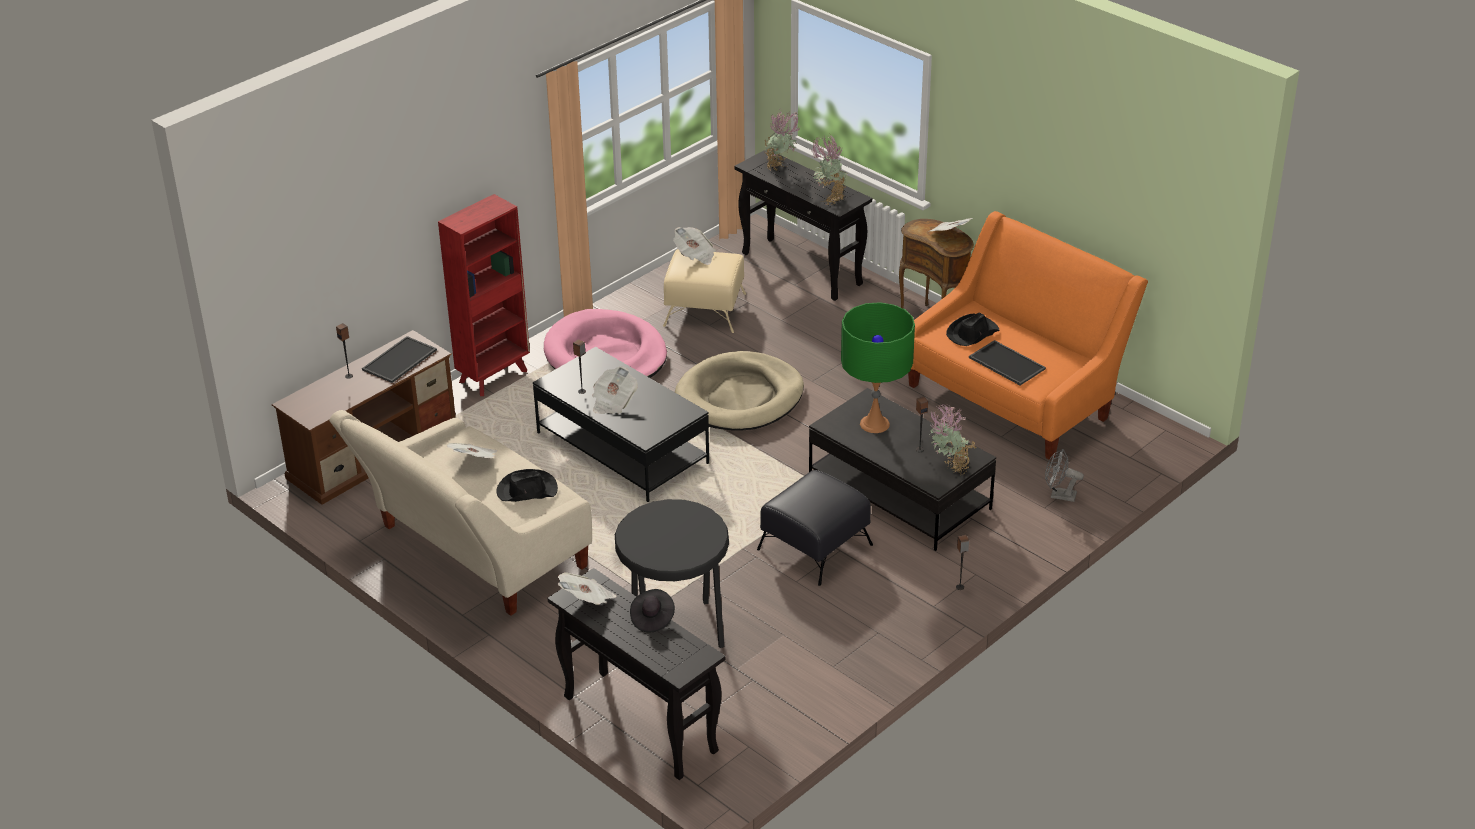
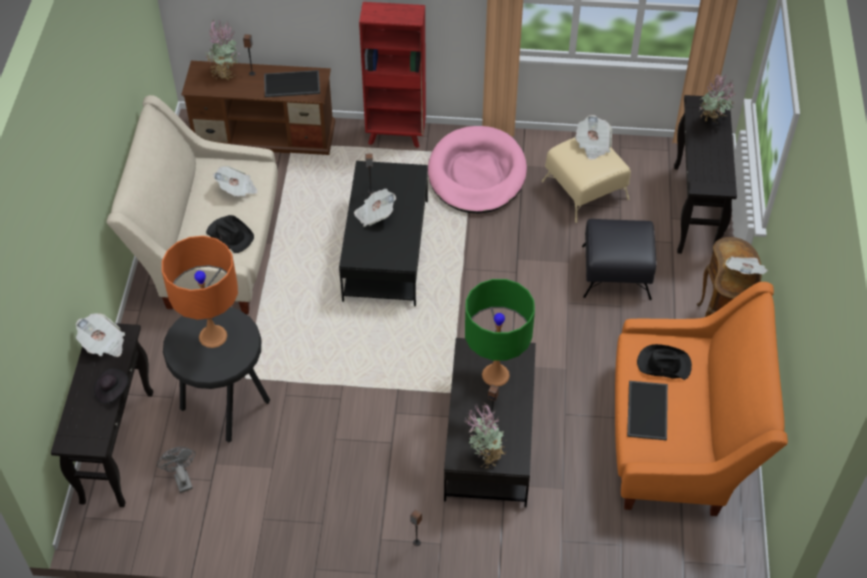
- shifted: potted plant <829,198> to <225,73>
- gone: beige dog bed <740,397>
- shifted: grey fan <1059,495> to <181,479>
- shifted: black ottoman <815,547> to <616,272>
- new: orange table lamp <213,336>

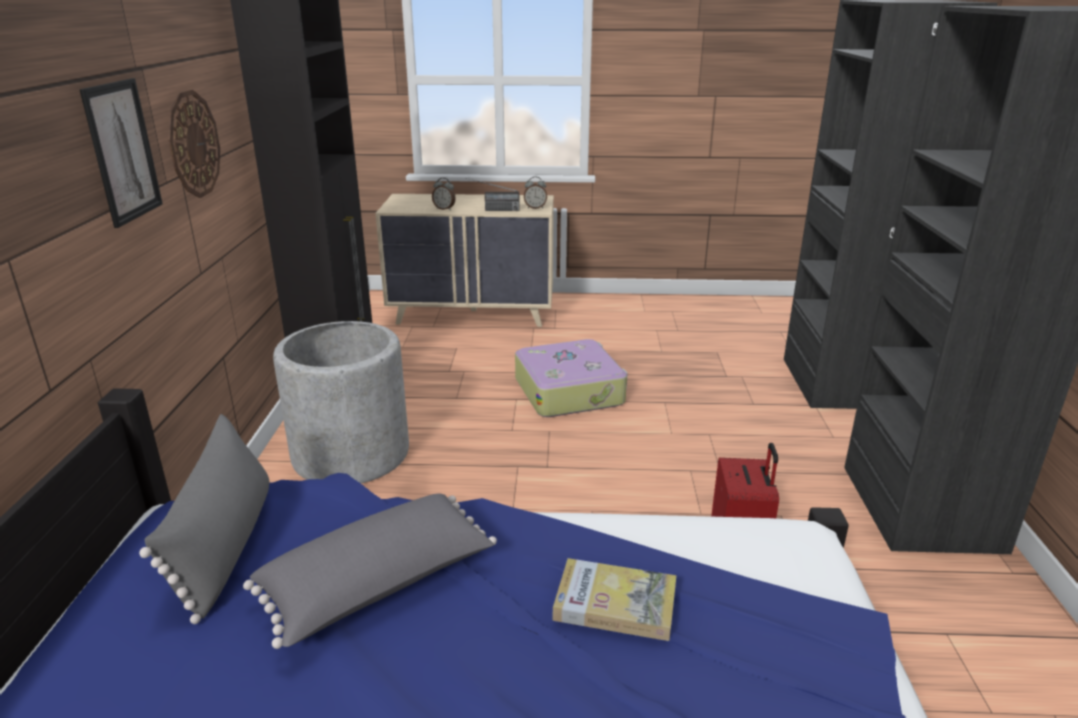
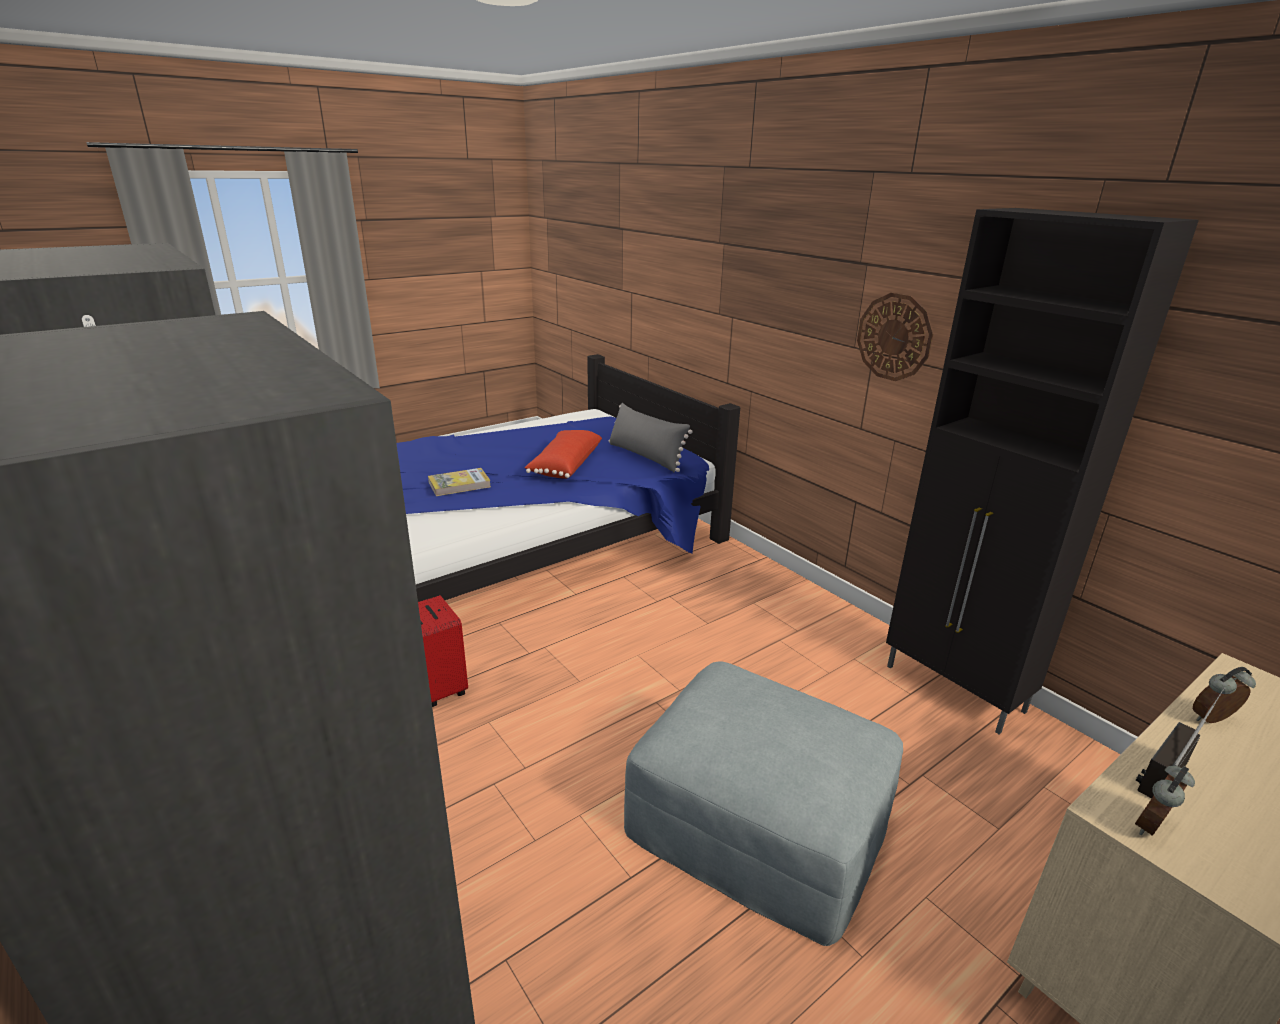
- gone: picture <122,151>
- gone: grey planter <351,454>
- swapped: suitcase <570,391> to grey ottoman <759,824>
- repainted: grey pillow <379,586> to red pillow <564,465>

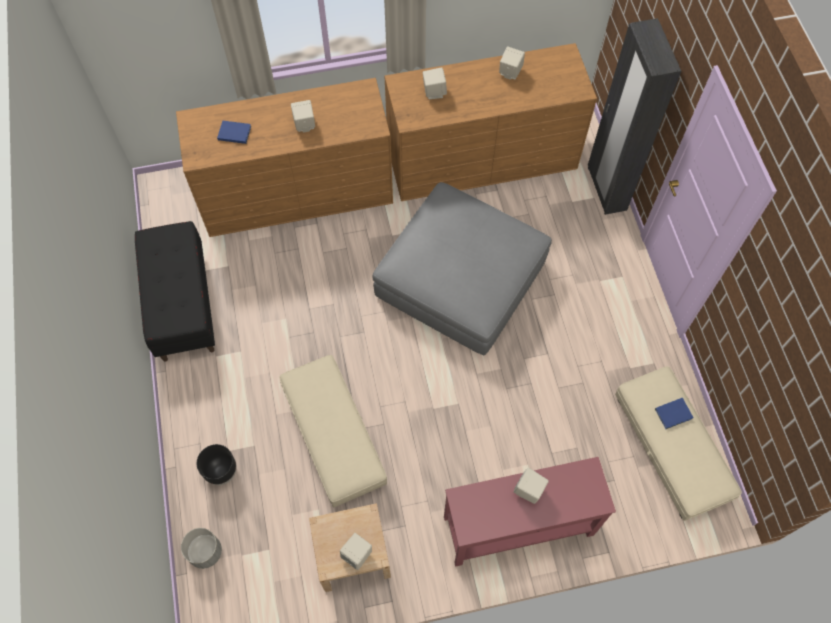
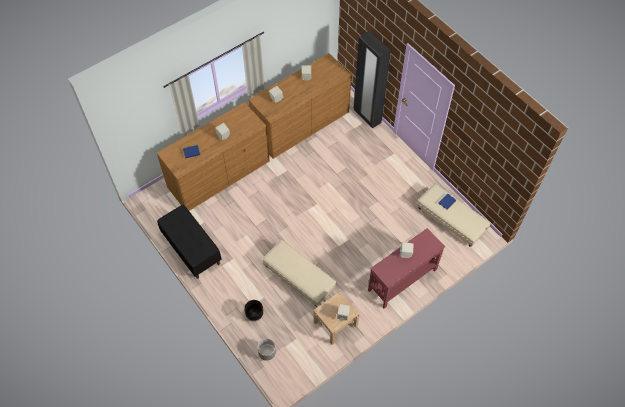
- gone: grey ottoman <461,278>

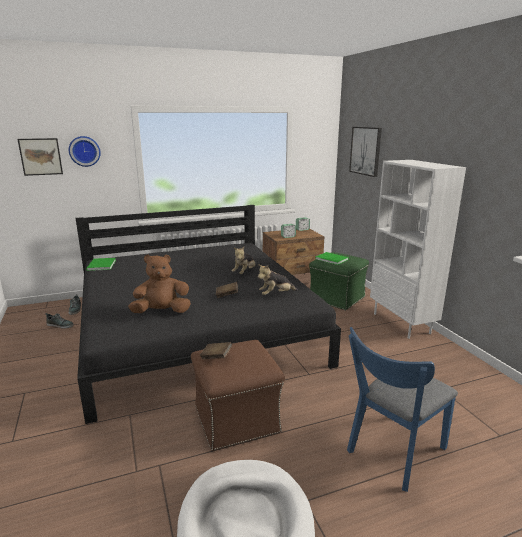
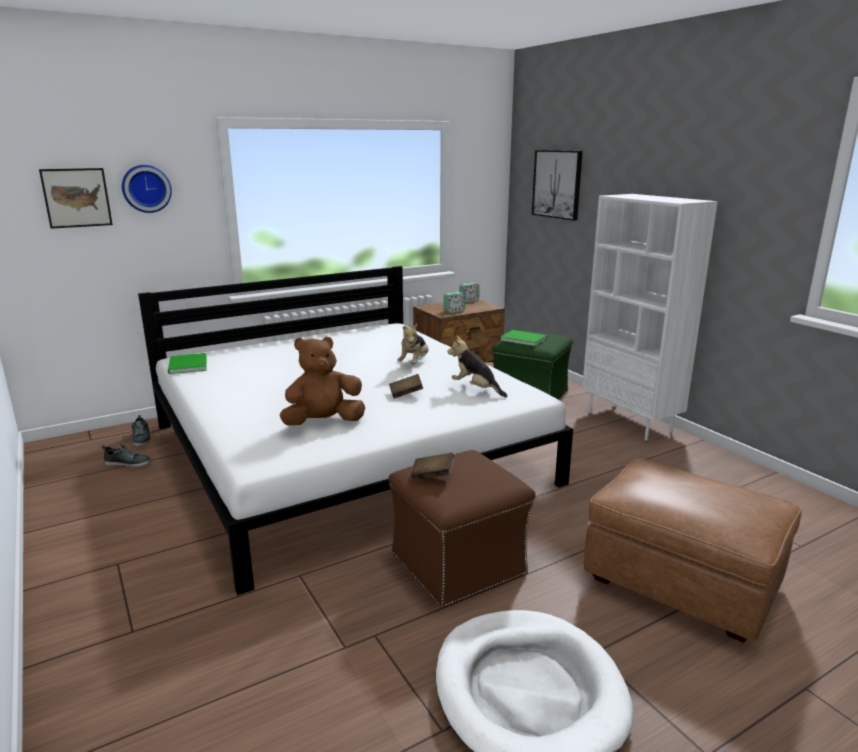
- repainted: black bed <195,330> to white bed <345,453>
- rotated: plush toy <276,294> = <476,389> 75 degrees clockwise
- swapped: blue chair <392,453> to brown ottoman <681,582>

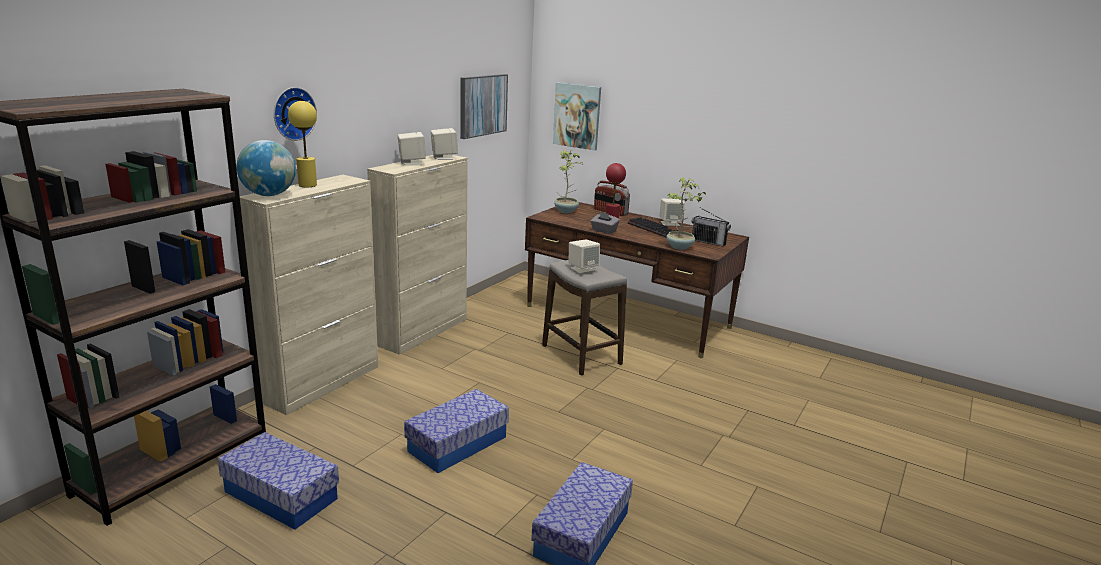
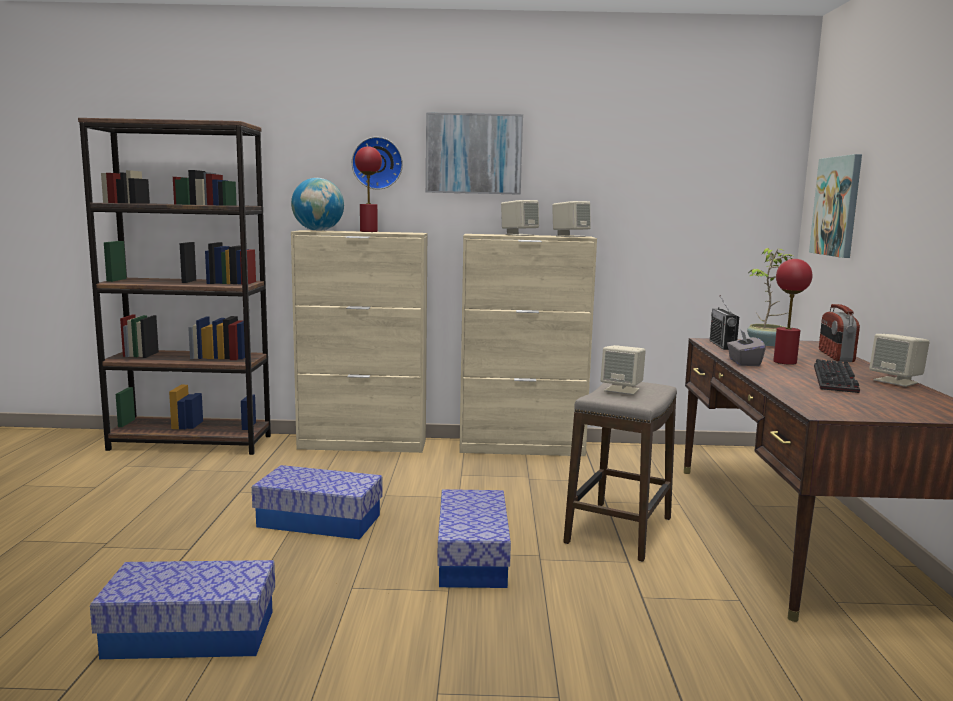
- shifted: picture <482,105> to <474,154>
- repainted: yellow table lamp <308,185> to red table lamp <369,231>
- gone: potted plant <680,247>
- shifted: radio <708,242> to <722,345>
- shifted: storage box <281,495> to <472,557>

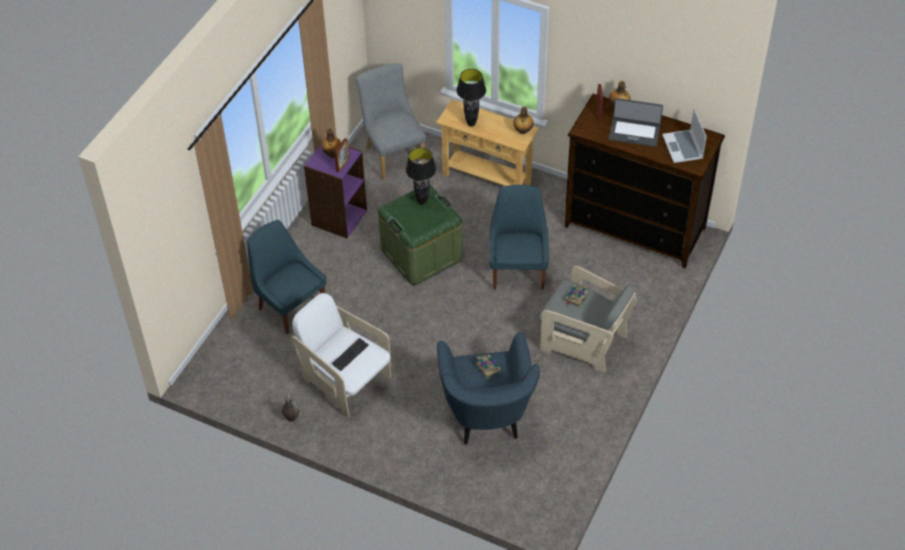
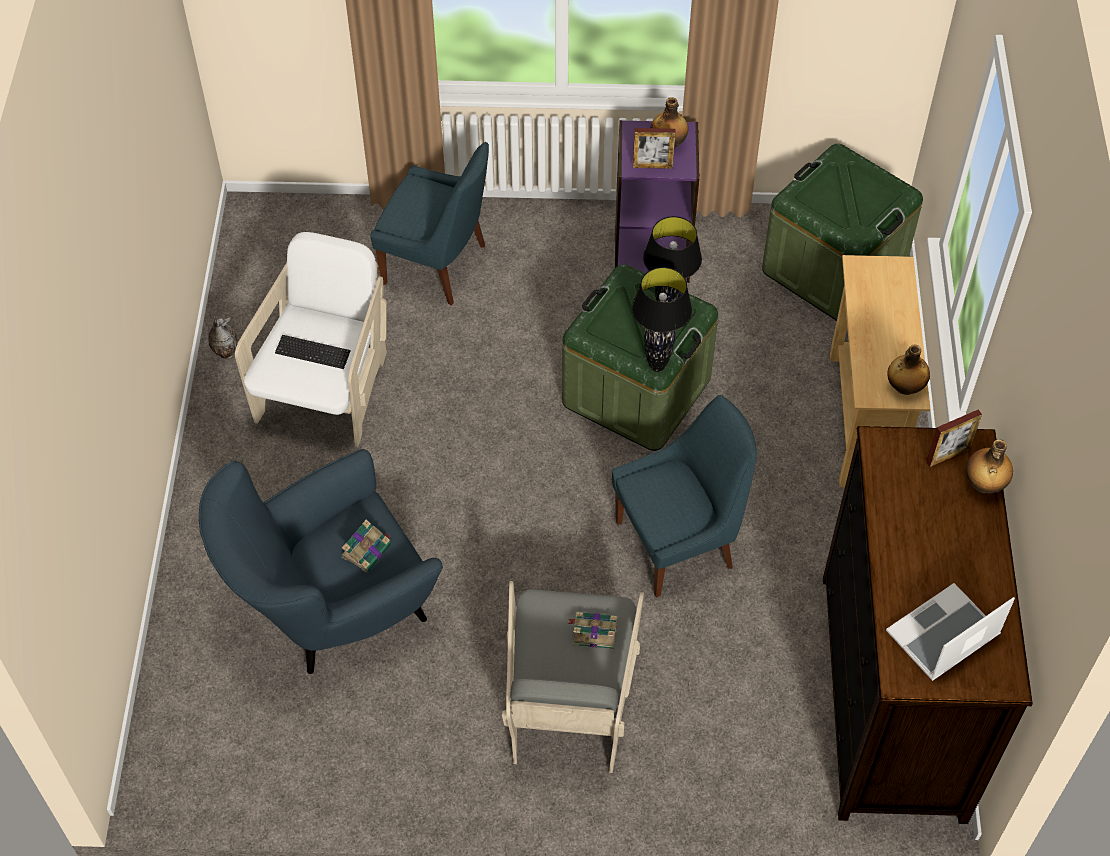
- swapped: grey chair <393,153> to green storage box <833,268>
- shifted: black table lamp <471,124> to <657,365>
- gone: laptop <634,132>
- rotated: blue chair <290,306> = <438,265> 90 degrees clockwise

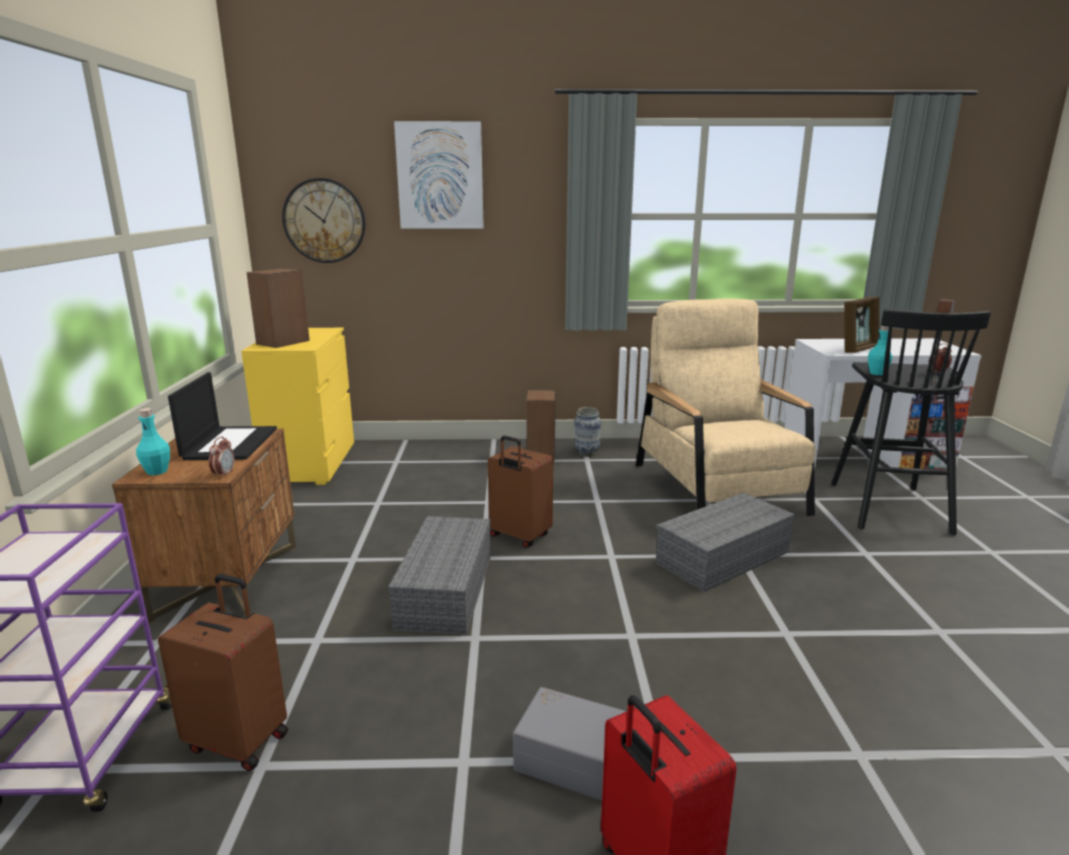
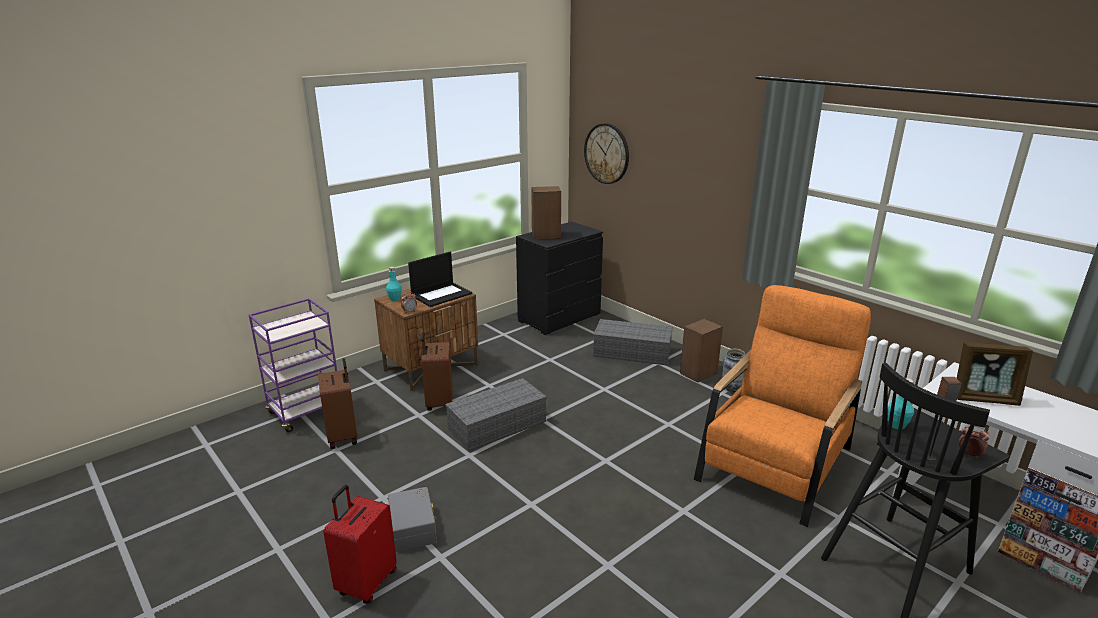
- gone: picture <440,176>
- repainted: beige armchair <718,488> to orange armchair <775,465>
- repainted: yellow dresser <311,463> to black dresser <559,318>
- shifted: brown suitcase <519,536> to <438,402>
- shifted: grey storage box <723,556> to <633,352>

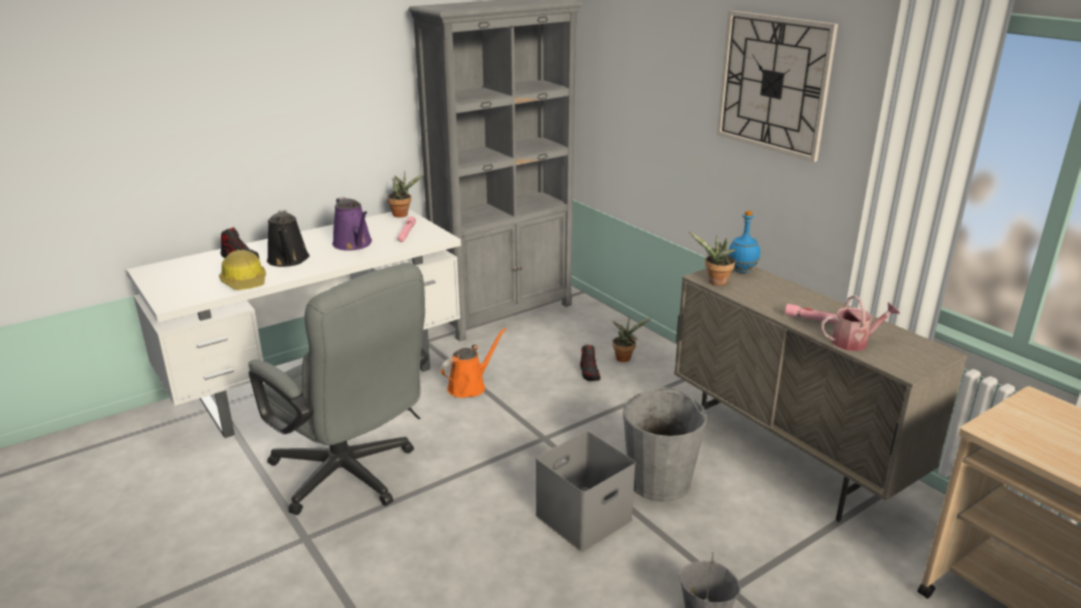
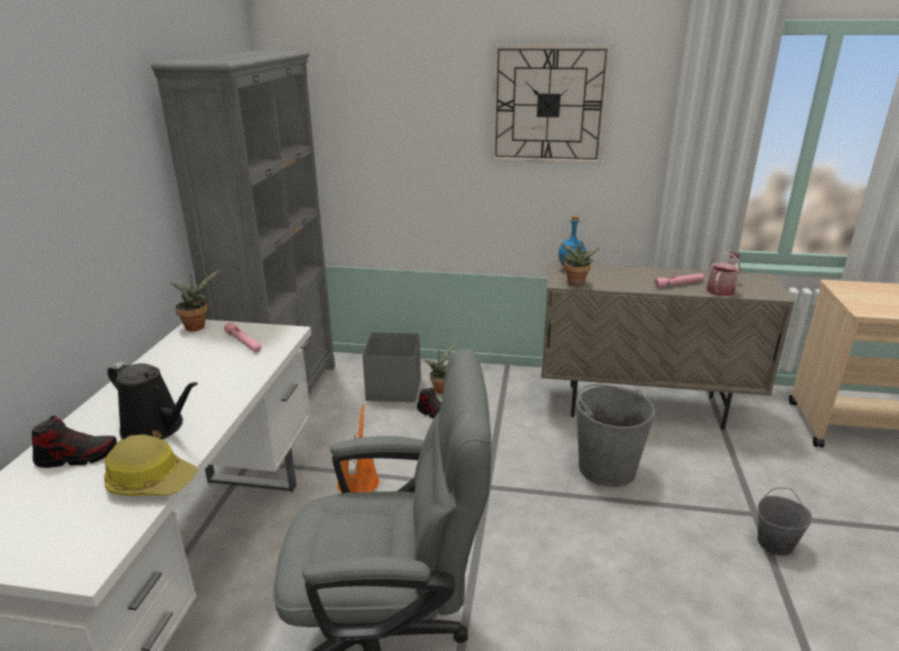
- gone: purple watering can <354,244>
- shifted: grey storage box <583,516> to <393,387>

